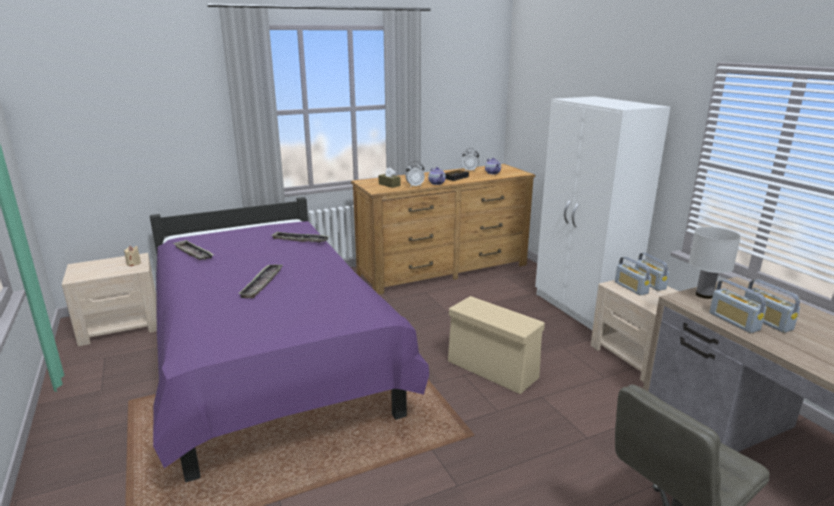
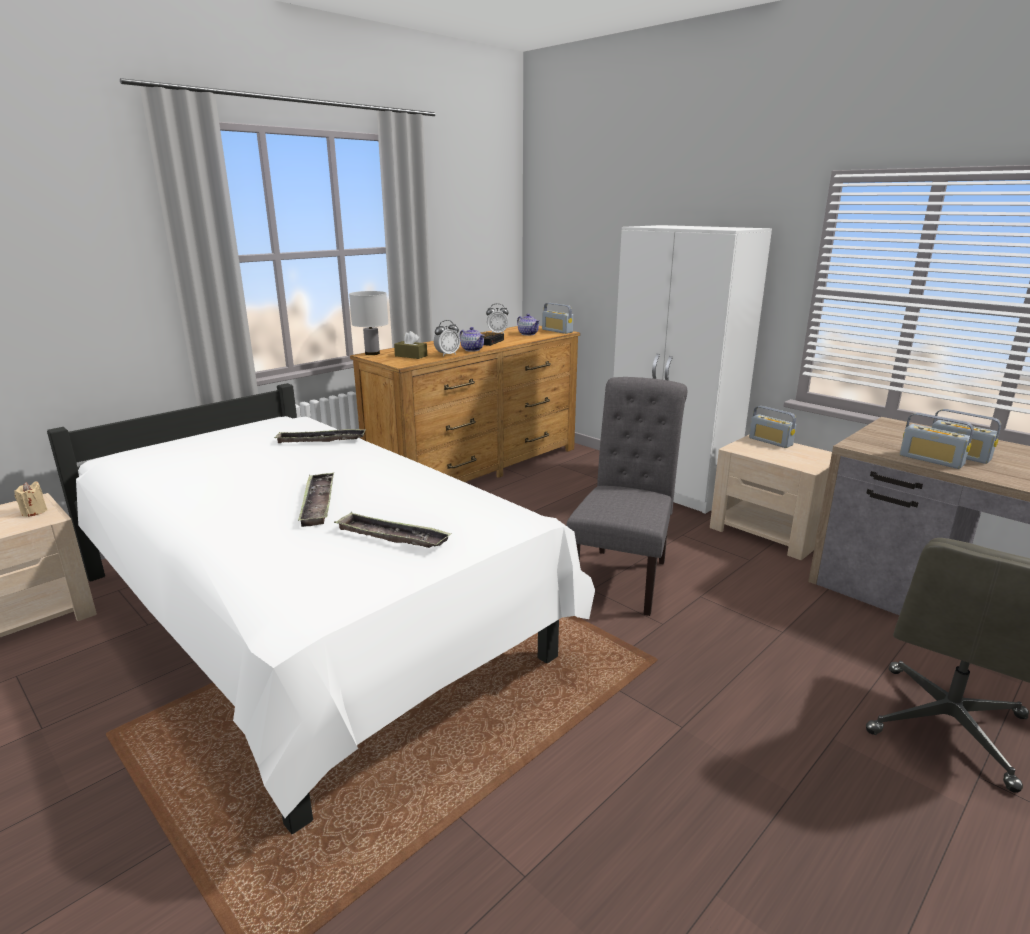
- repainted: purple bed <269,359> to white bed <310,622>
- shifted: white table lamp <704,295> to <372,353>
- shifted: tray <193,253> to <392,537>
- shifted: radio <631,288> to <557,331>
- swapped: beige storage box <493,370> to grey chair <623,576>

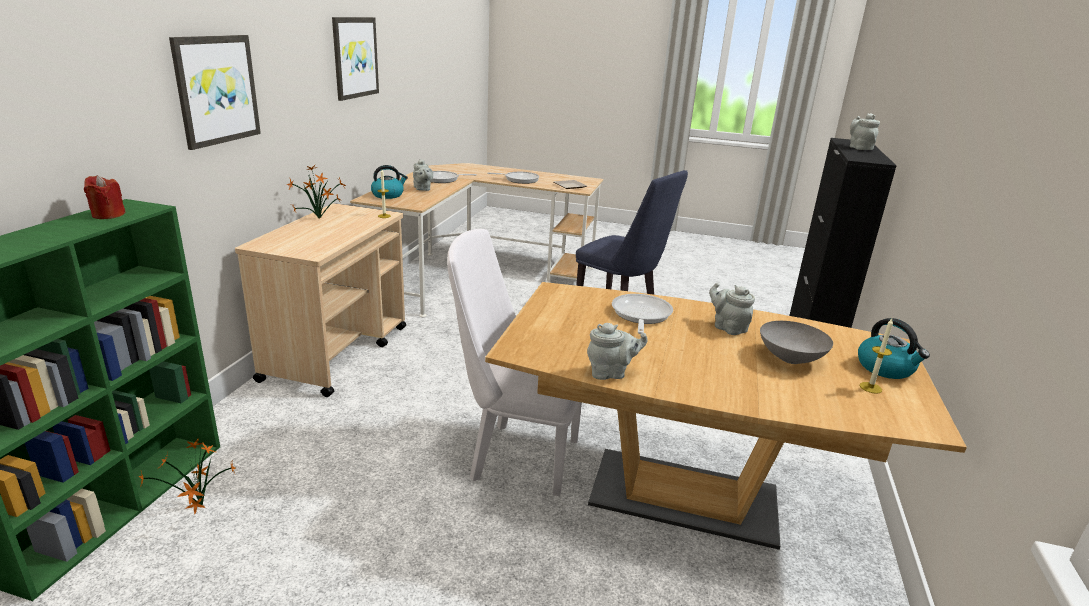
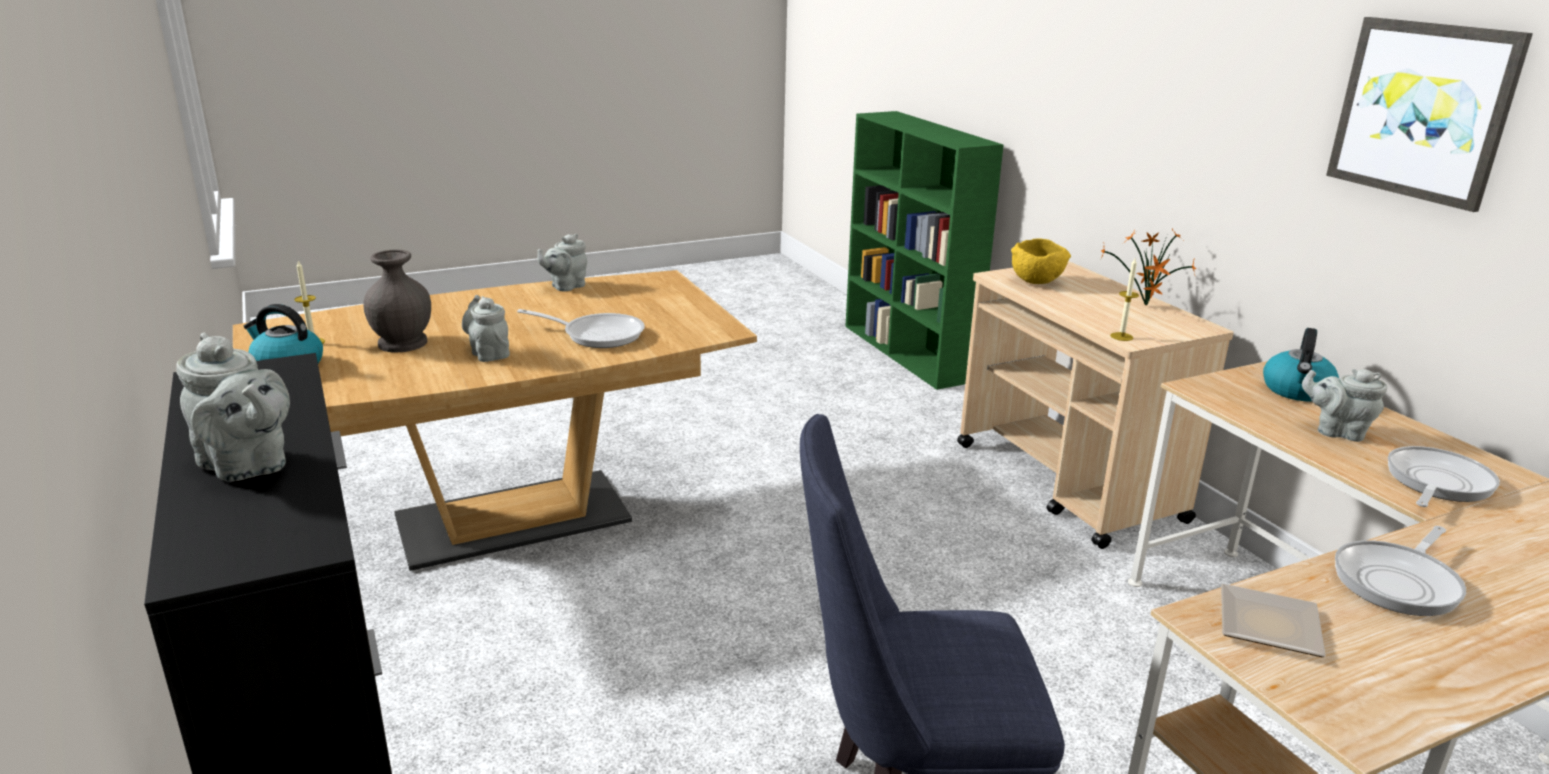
- gone: picture <216,90>
- gone: red candle <108,215>
- gone: white chair <515,456>
- rotated: grey teapot <728,327> = <489,353> 135 degrees counterclockwise
- rotated: frying pan <640,316> = <597,335> 45 degrees counterclockwise
- swapped: grey bowl <791,359> to grey vase <401,343>
- gone: potted plant <200,508>
- new: yellow bowl <1037,282>

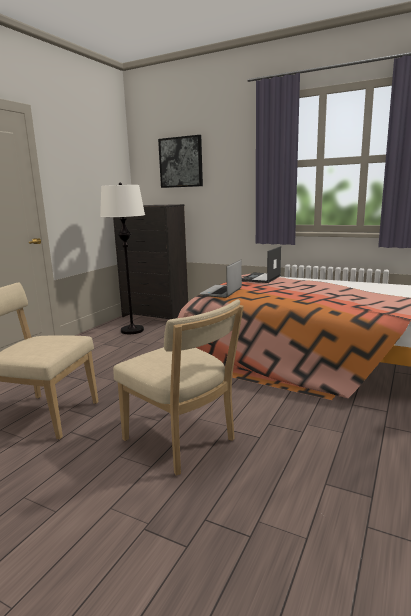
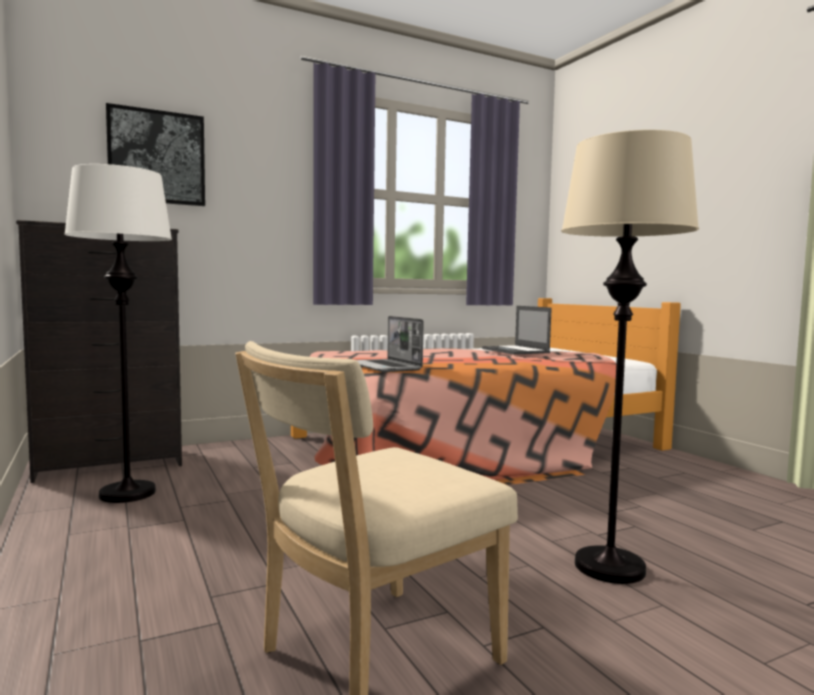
- shifted: laptop <260,278> to <516,351>
- swapped: beige chair <182,442> to beige floor lamp <610,567>

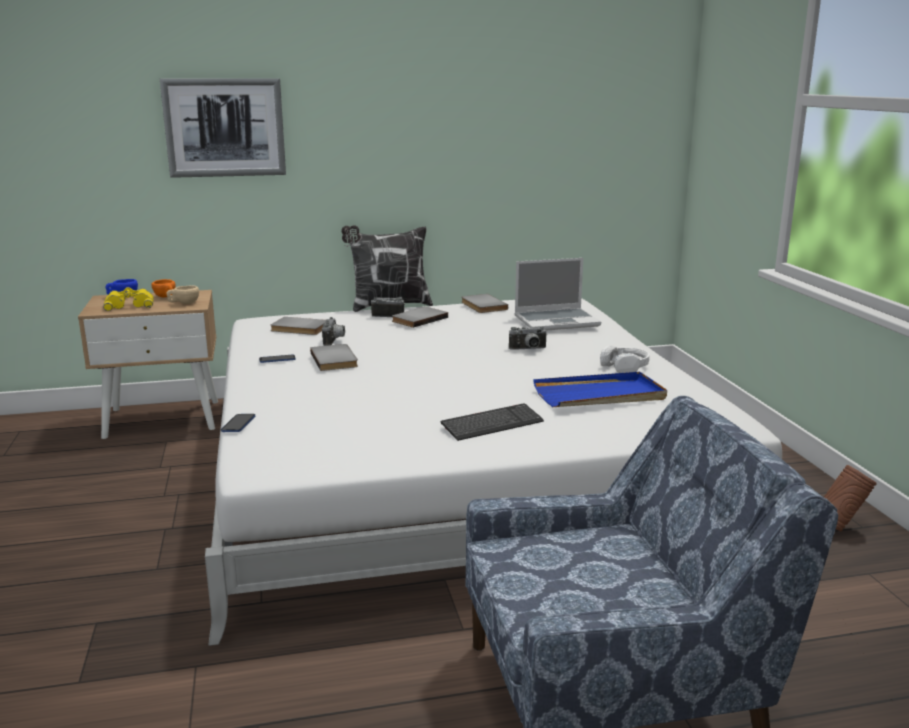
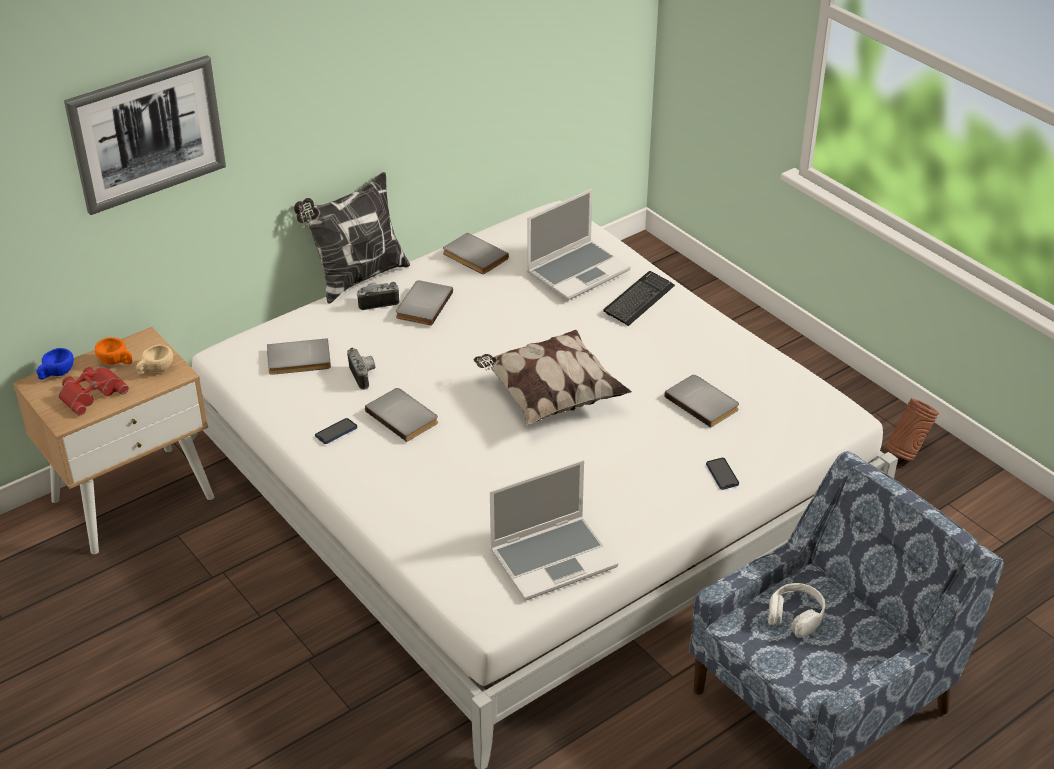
- repainted: yellow binoculars <130,305> to red binoculars <91,392>
- gone: photo camera <528,349>
- shifted: white headphones <625,367> to <795,616>
- swapped: blue tray <600,395> to grey book <703,402>
- shifted: keyboard <492,424> to <639,300>
- shifted: phone <238,424> to <722,474>
- new: pillow <550,396>
- new: laptop <554,558>

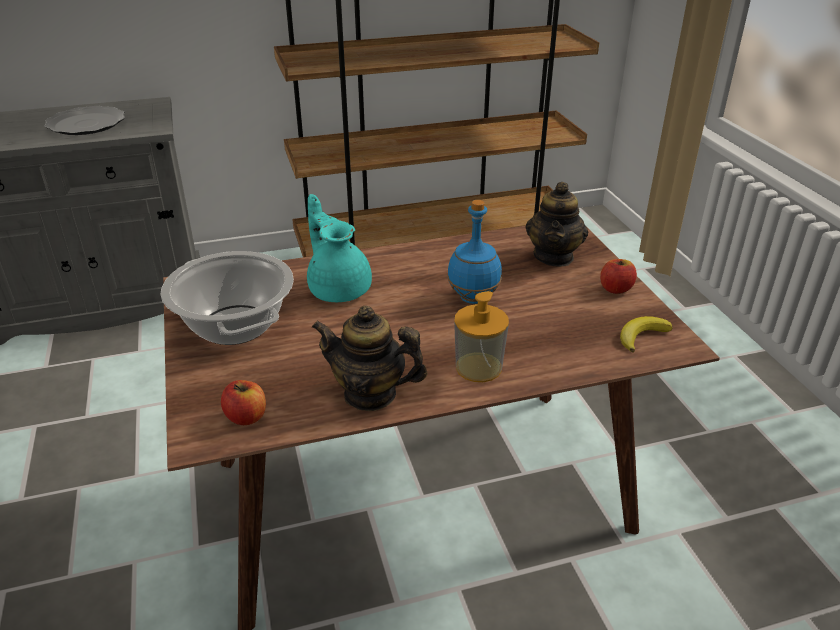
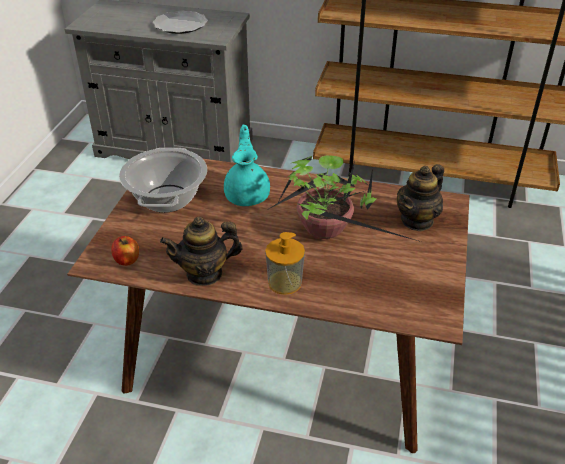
- swapped: blue bottle <472,298> to potted plant <327,232>
- gone: apple <615,289>
- rotated: teapot <370,394> = <204,273> 60 degrees counterclockwise
- gone: banana <641,336>

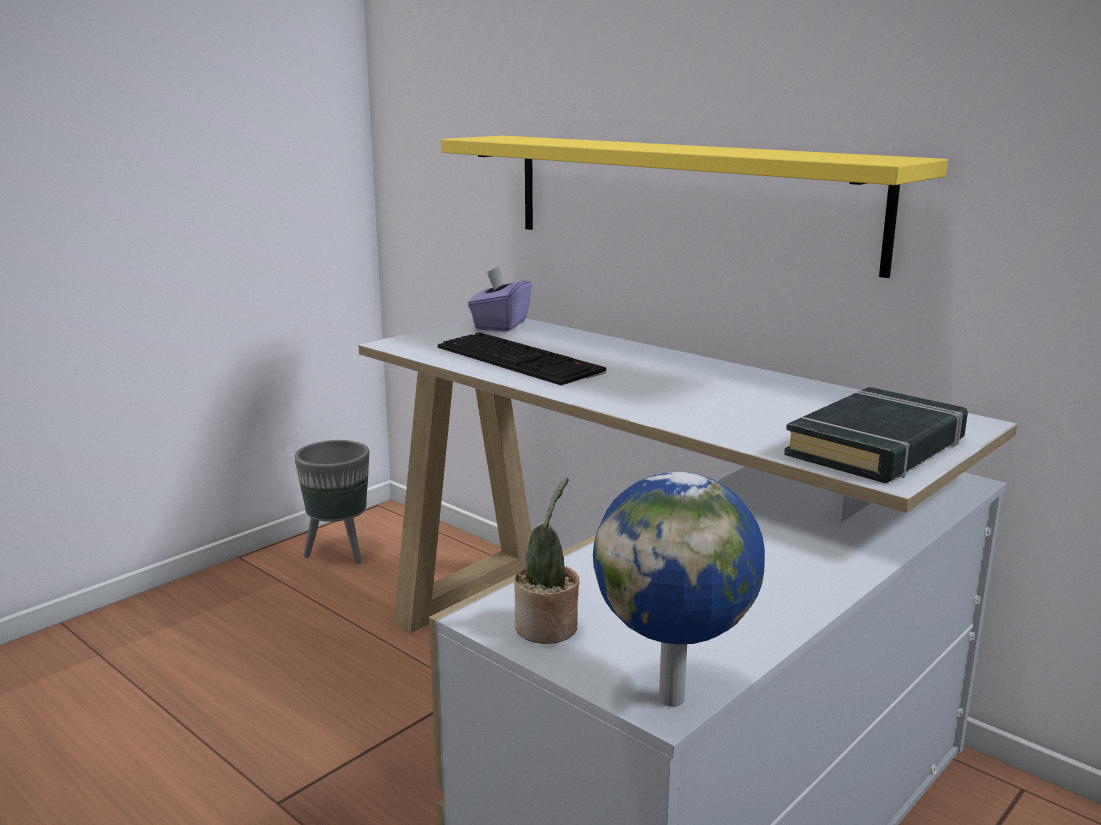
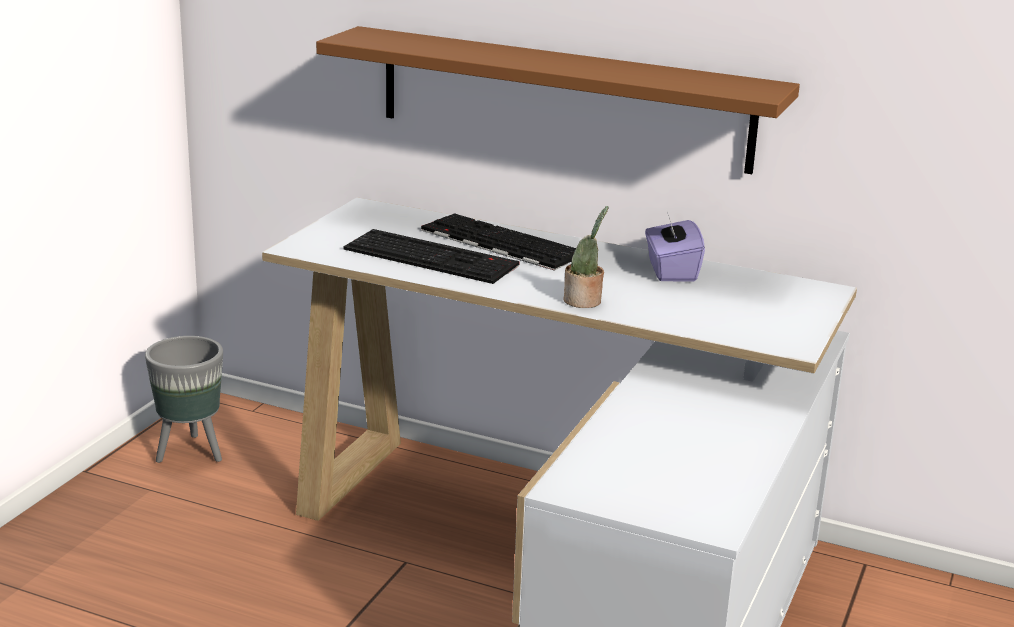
- repainted: yellow shelf <685,198> to brown shelf <563,98>
- shifted: purple tissue box <500,325> to <671,271>
- gone: black book <877,447>
- gone: globe <674,697>
- shifted: potted plant <548,629> to <584,301>
- new: keyboard <498,243>

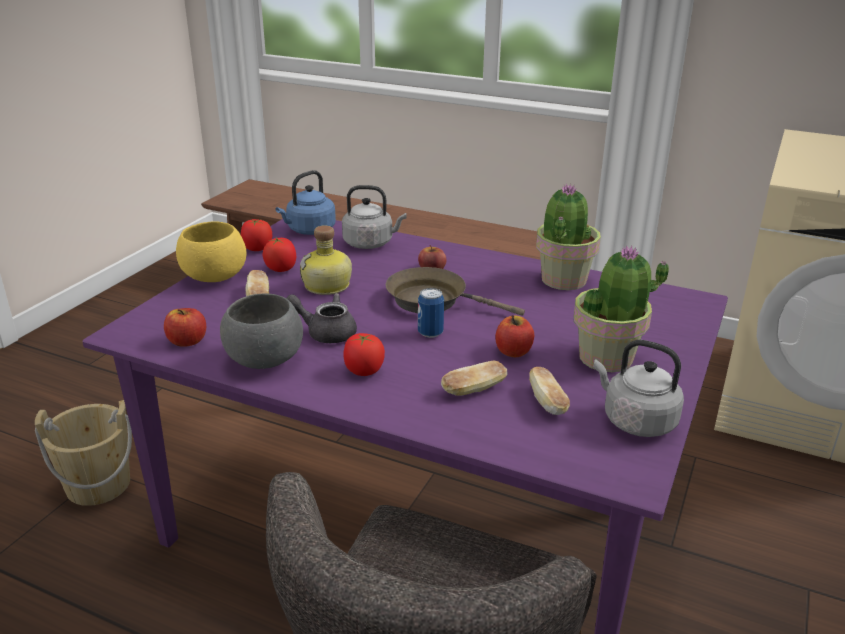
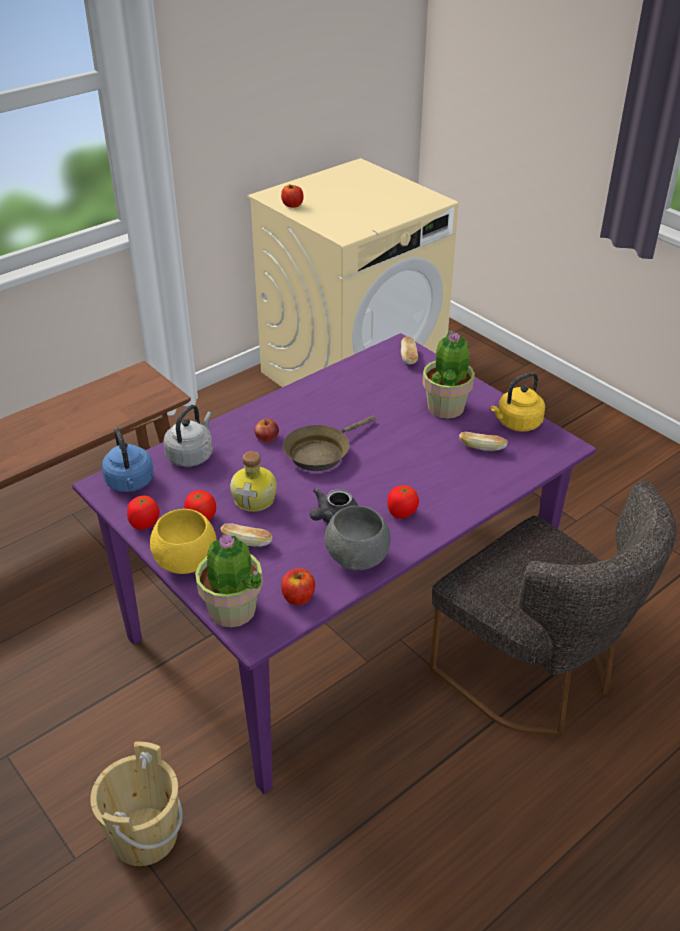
- shifted: potted plant <563,280> to <232,610>
- gone: can <430,333>
- shifted: apple <513,352> to <292,205>
- repainted: grey kettle <635,421> to yellow kettle <517,423>
- shifted: bread <474,390> to <409,358>

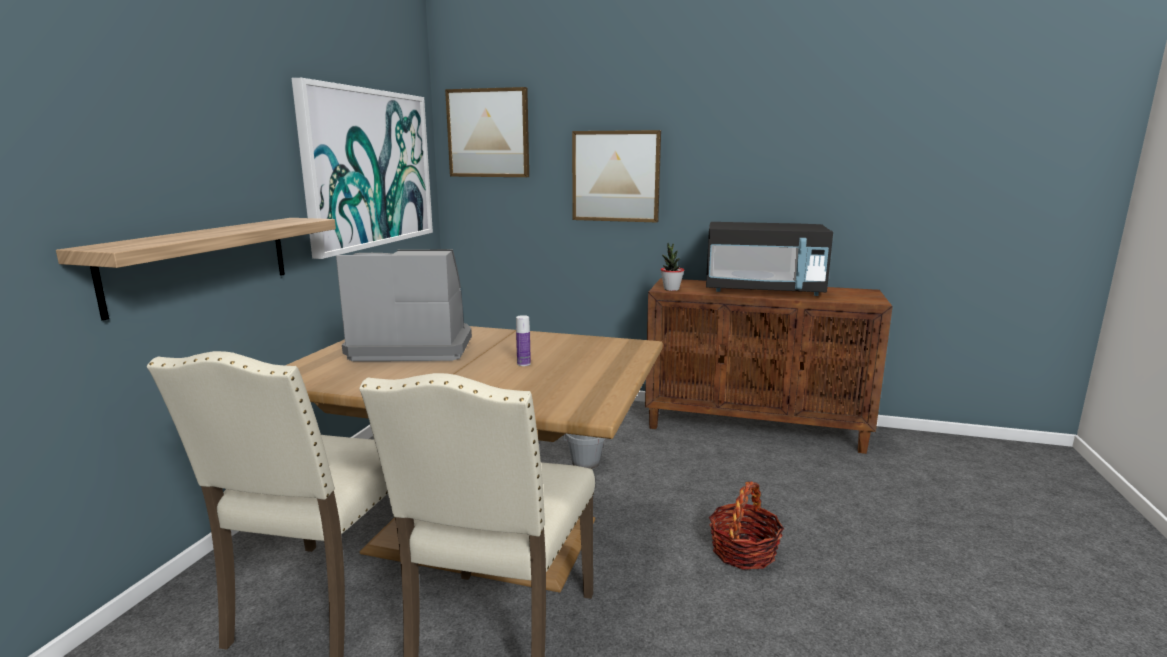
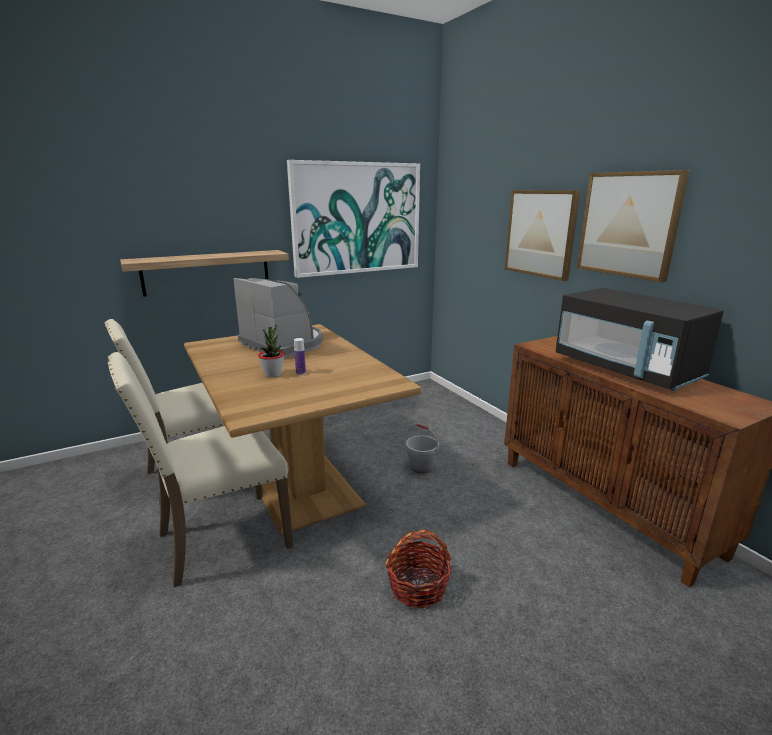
- shifted: picture <488,133> to <629,224>
- shifted: potted plant <671,289> to <273,374>

